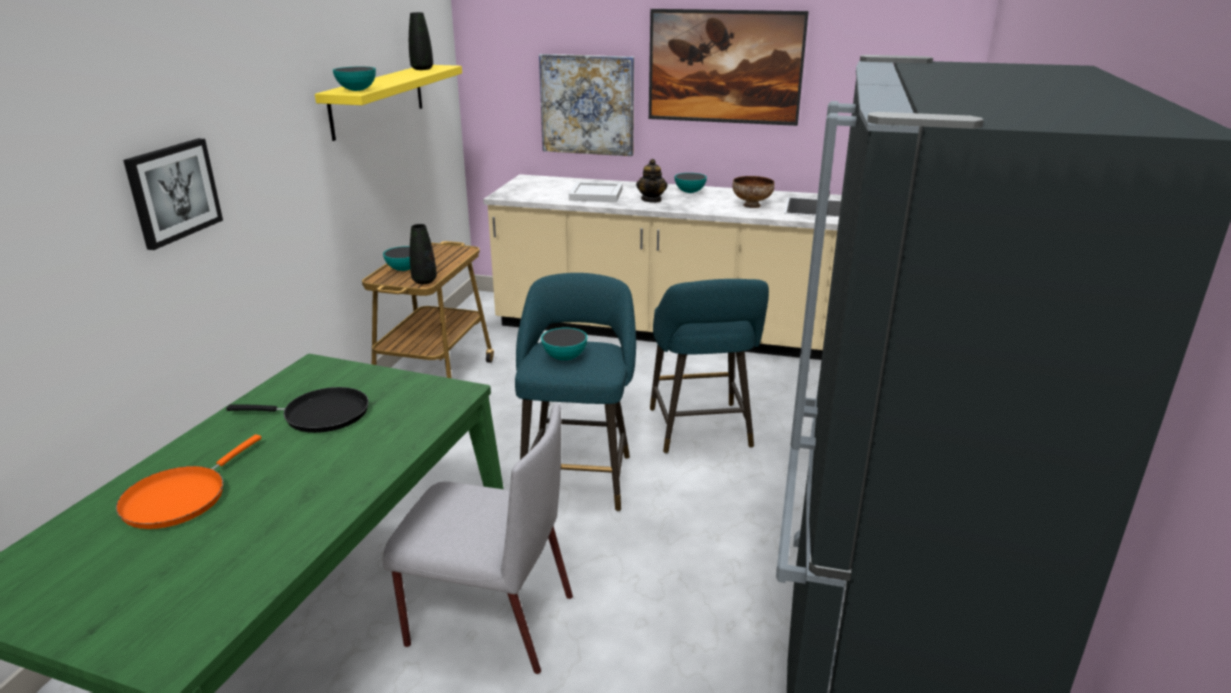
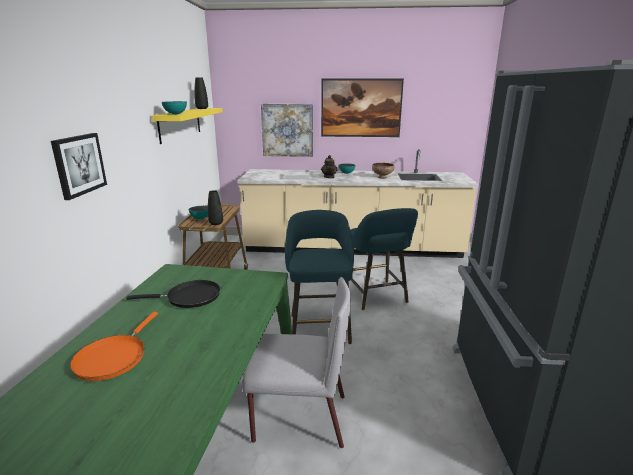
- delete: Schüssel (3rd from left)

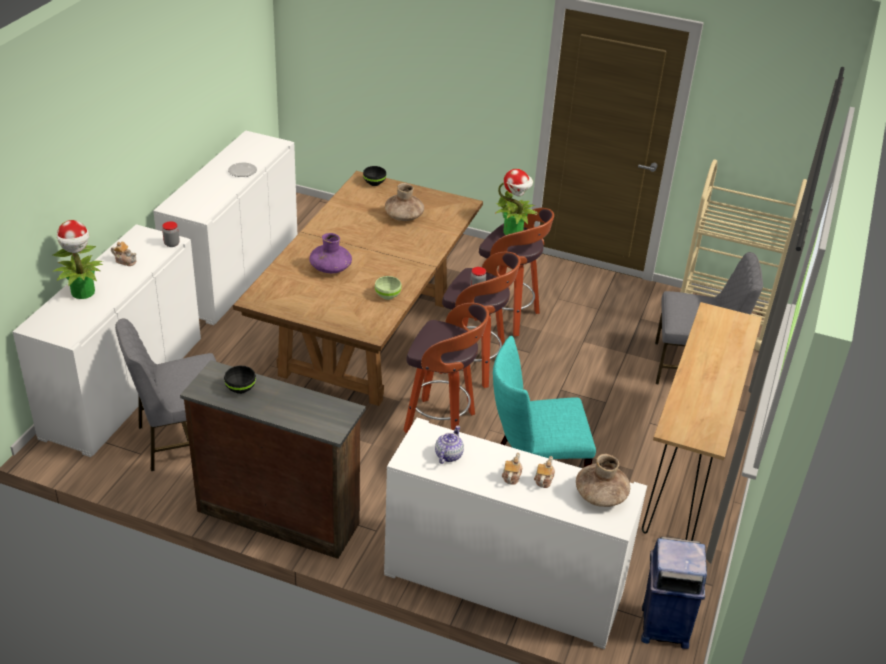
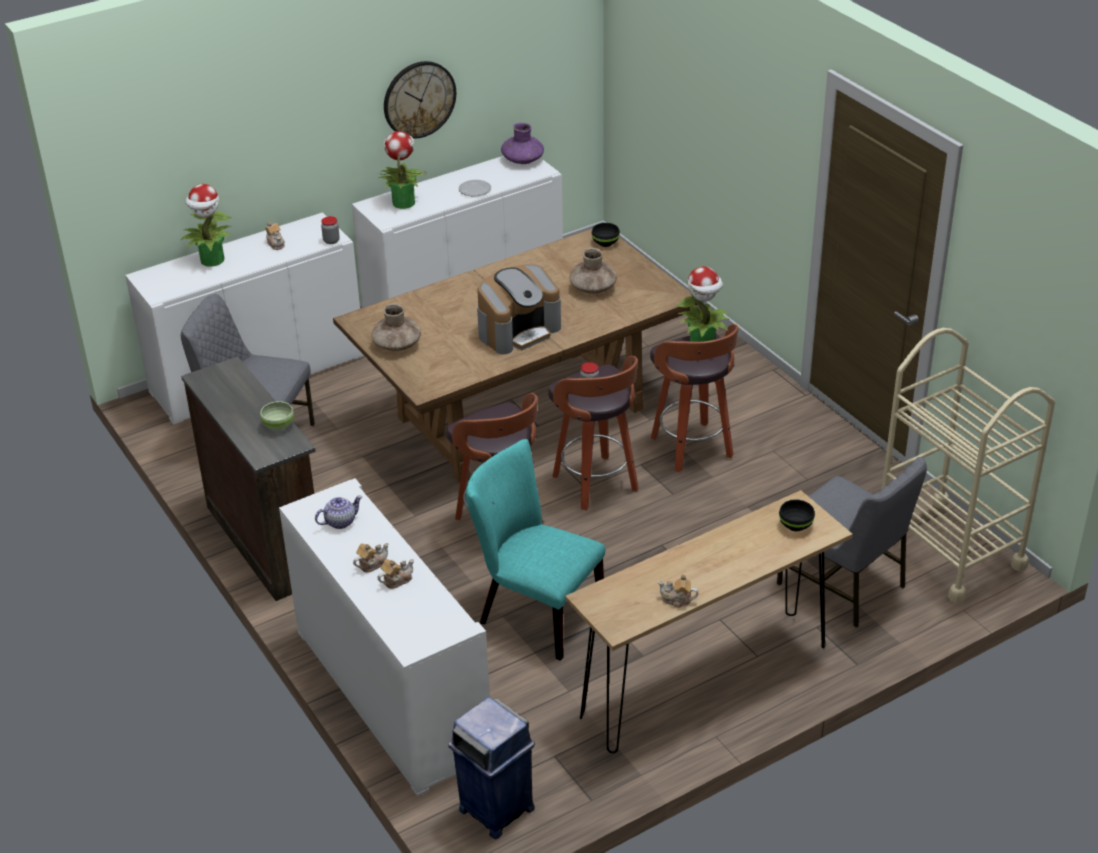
- move: Vase [lila]
- move: Schüssel [grün]
- move: Schüssel [schwarz] (1st from left in the first image) to Schüssel [schwarz] (2nd from left)
- move: Vase [braun] (2nd from left in the first image) to Vase [braun] (1st from left)
- insert: Wanduhr
- insert: Topfpflanze (2nd from left)
- insert: Kaffeemaschine
- insert: Teekanne (5th from left)

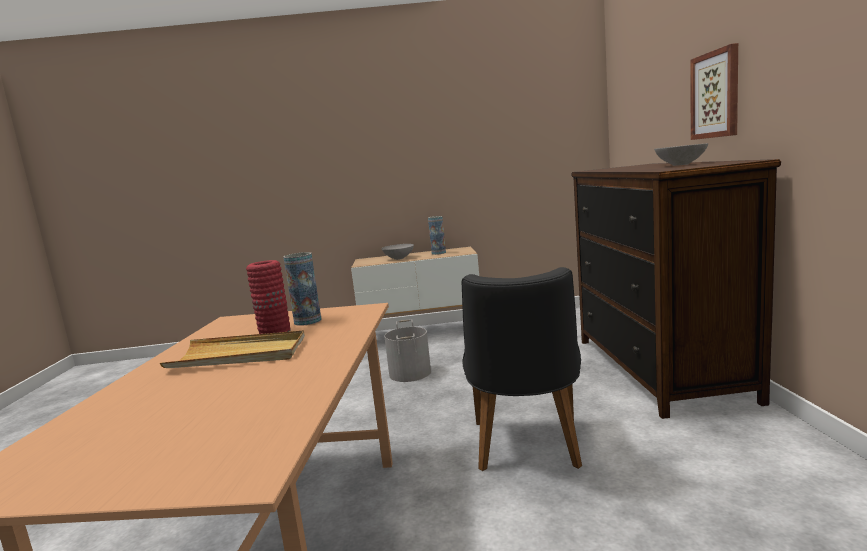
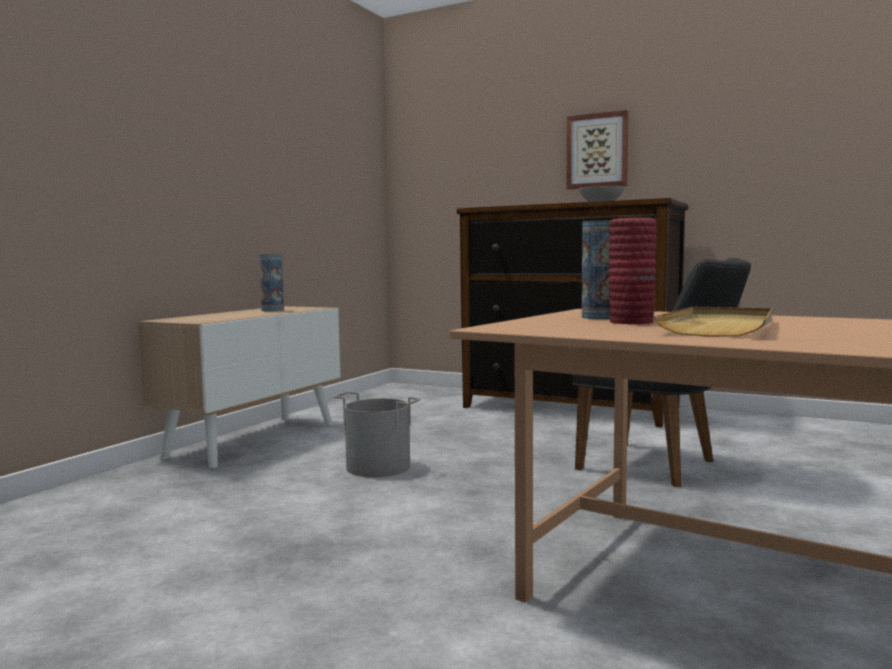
- delete: Schüssel [grau] (1st from left)

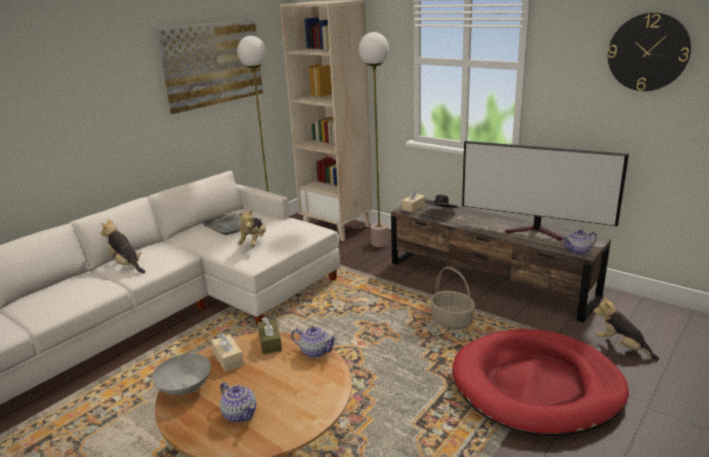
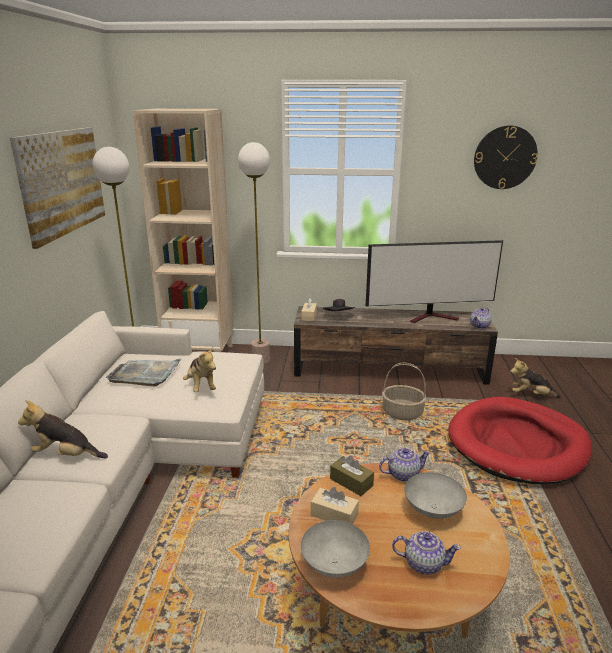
- insert: Schüssel [grau] (2nd from left)

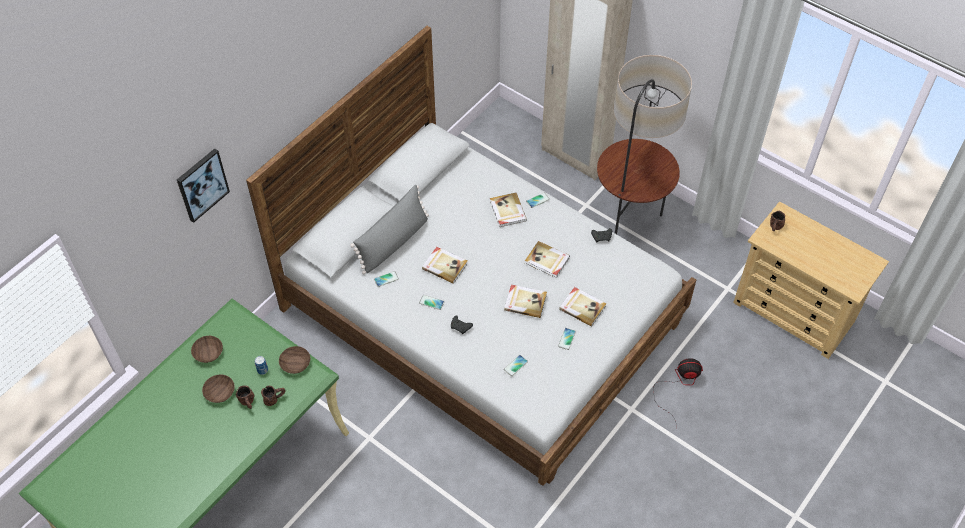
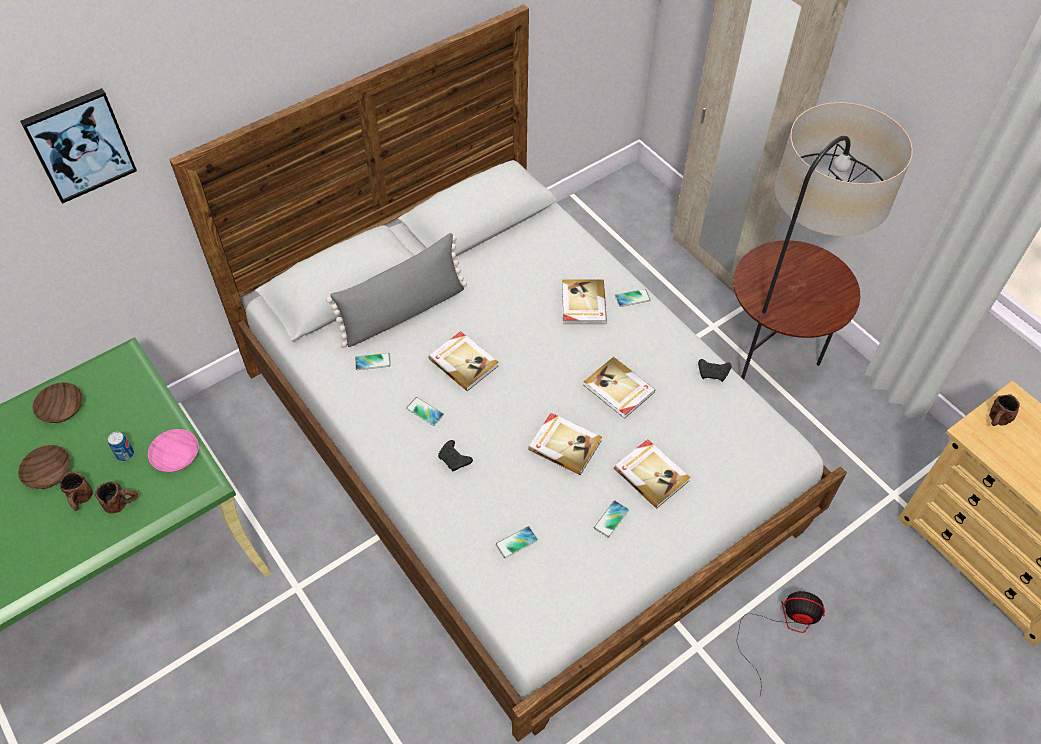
- recolor: Schüssel [braun] (3rd from left) to Schüssel [rosa]

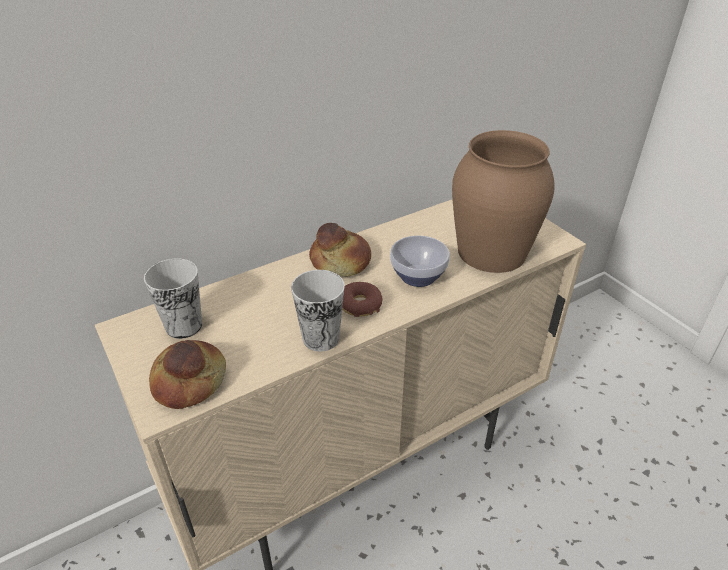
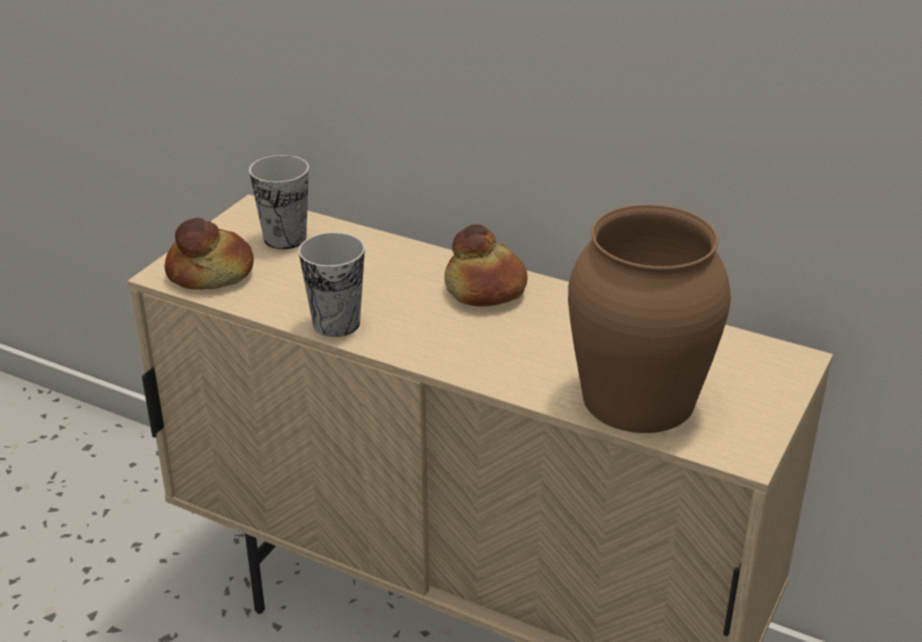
- delete: Schüssel
- delete: Donut

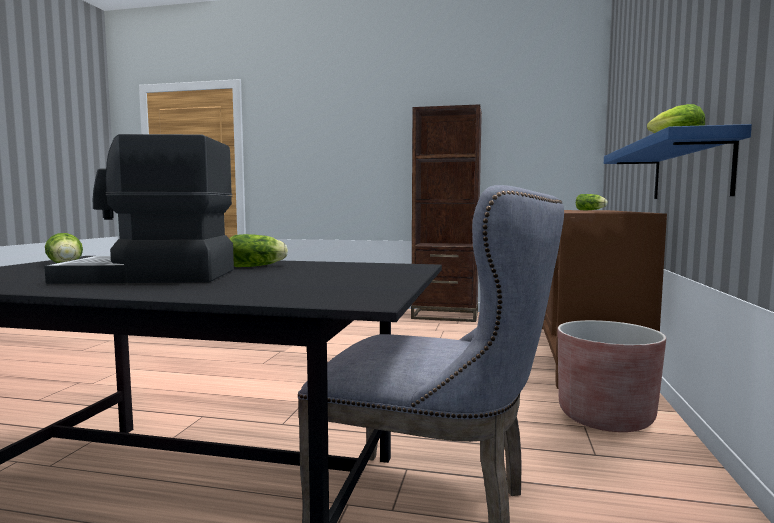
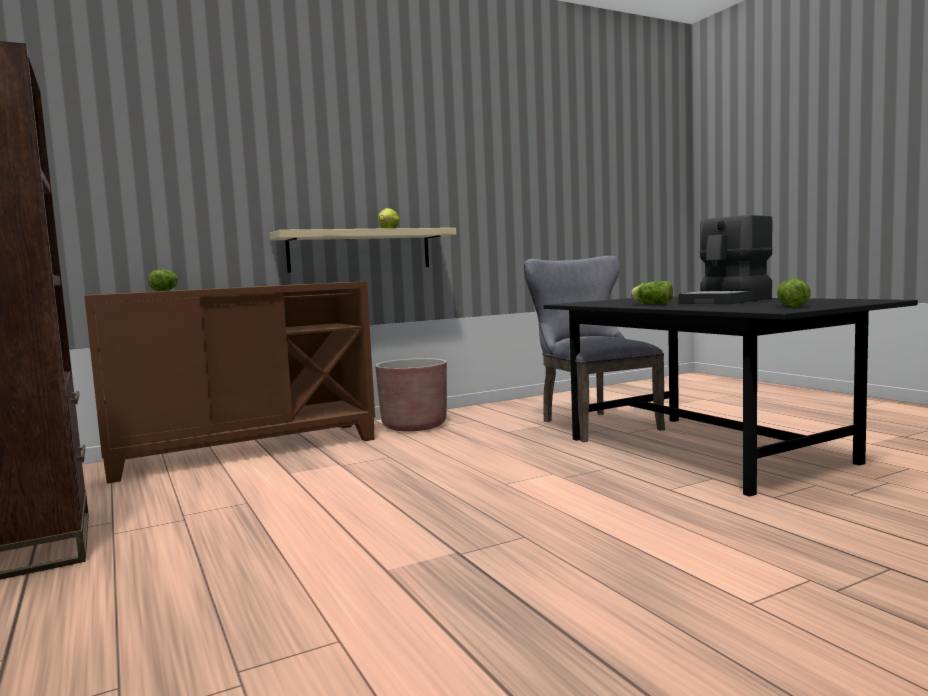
- recolor: Wandregal [blau] to Wandregal [beige]
- rotate: Kaffeemaschine 90 degrees clockwise

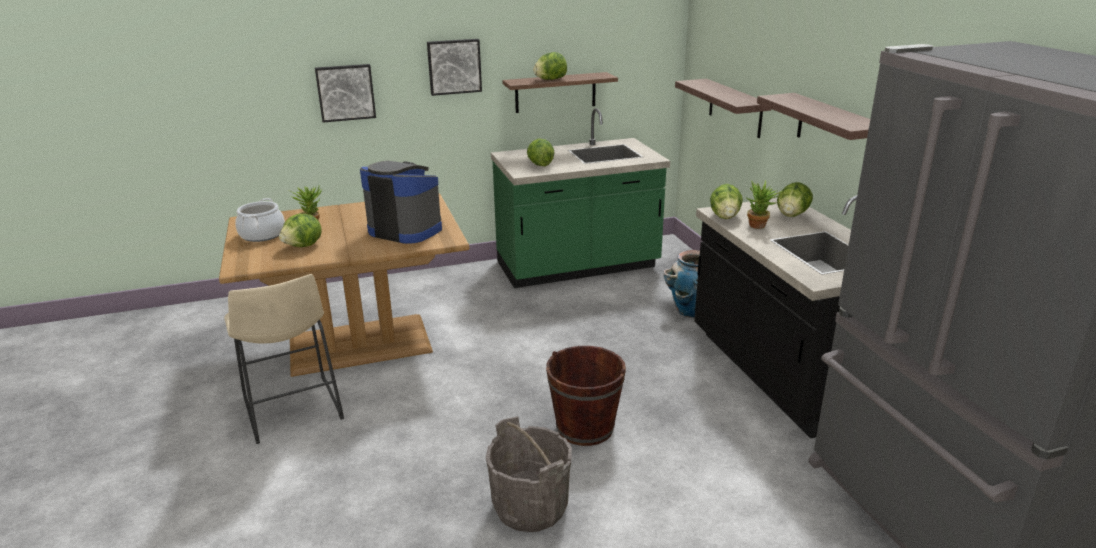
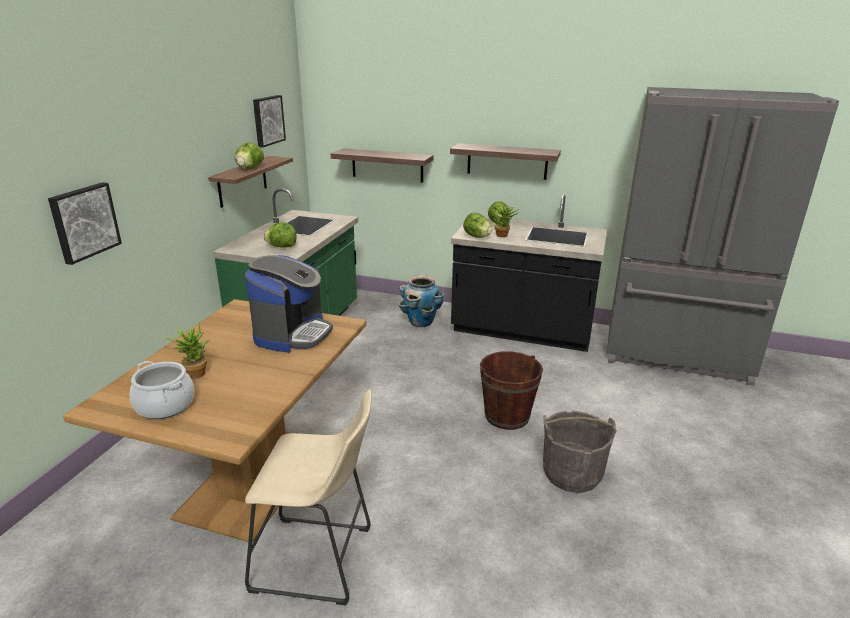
- move: Bild (2nd from left)
- rotate: Kaffeemaschine 135 degrees clockwise
- delete: Salatkopf (1st from left)

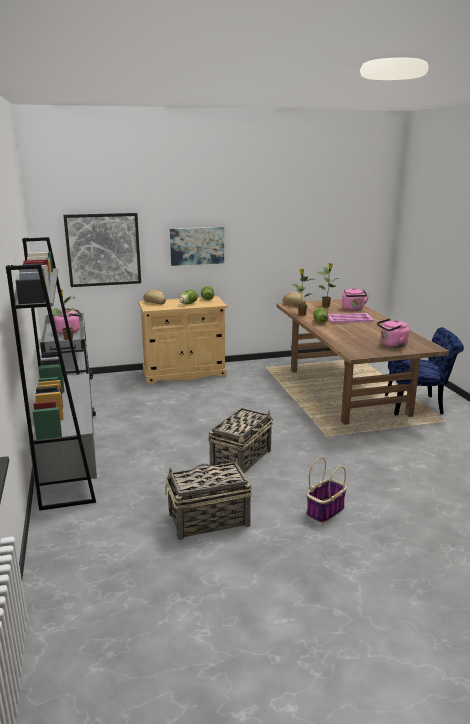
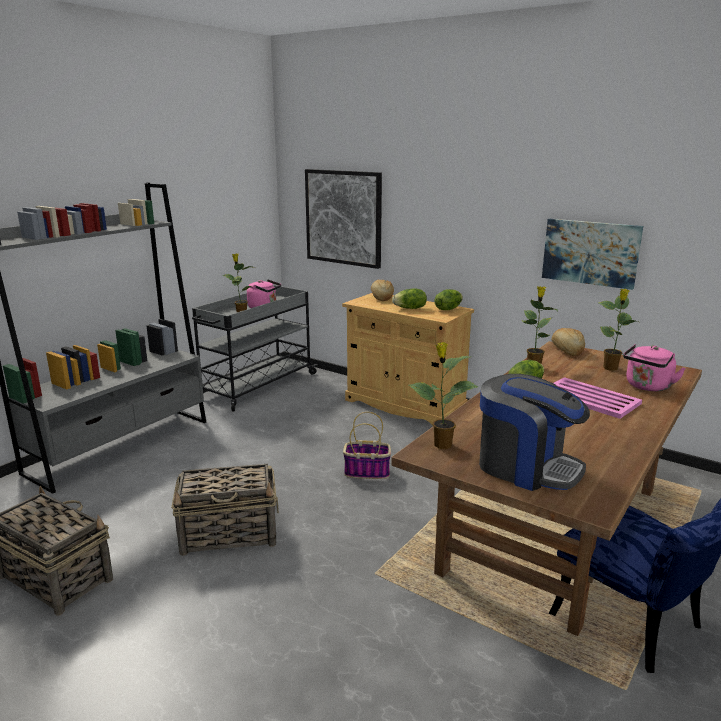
- move: Bild (2nd from left)
- replace: Wasserkessel [rosa] (3rd from left) to Kaffeemaschine
- move: Korb (3rd from left)
- insert: Topfpflanze (2nd from left)

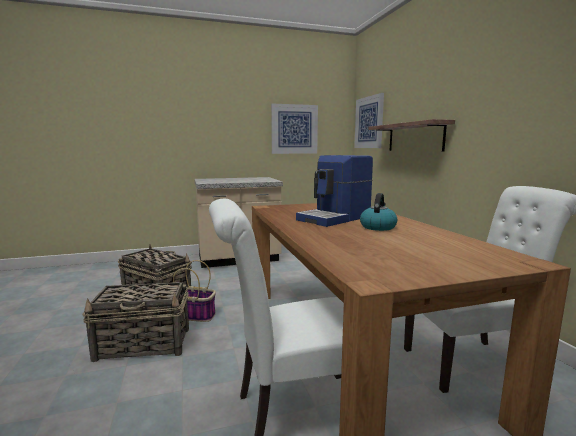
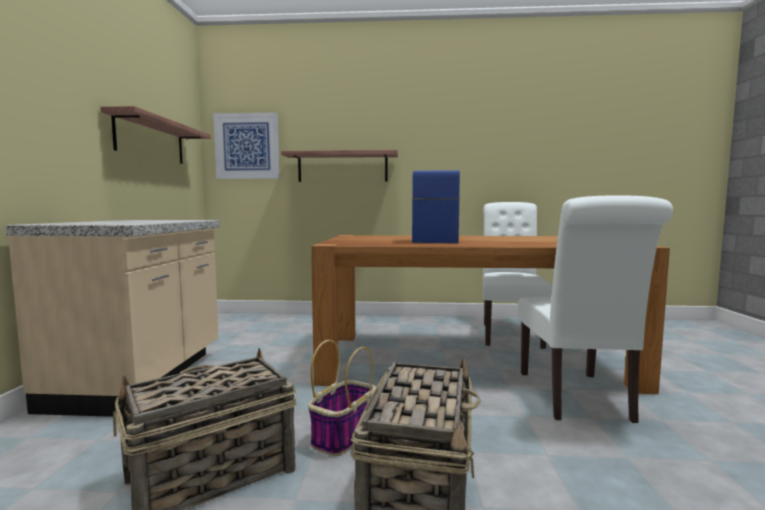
- replace: Bild (1st from left) to Wandregal (1st from left)
- rotate: Kaffeemaschine 150 degrees counterclockwise
- delete: Wasserkessel

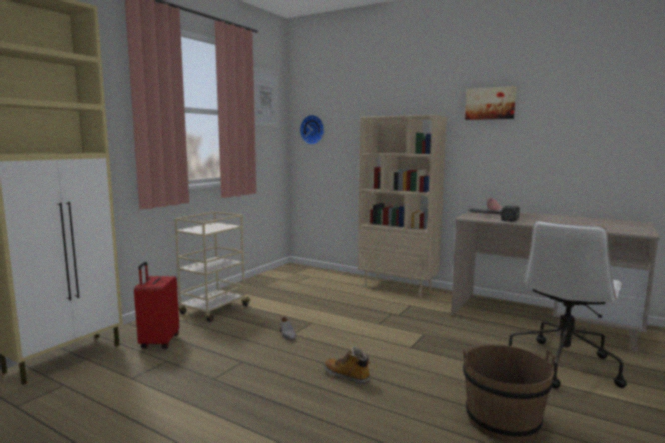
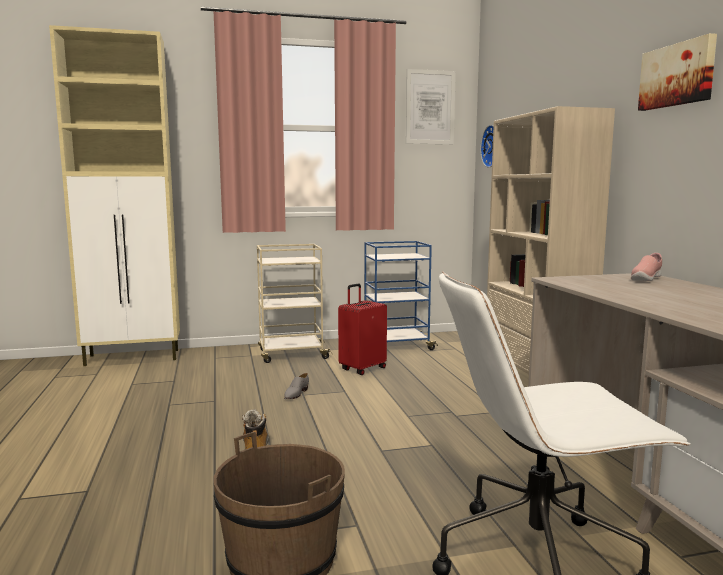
- delete: Hammer
- move: Koffer [rot]
- insert: Rollwagen [blau]

